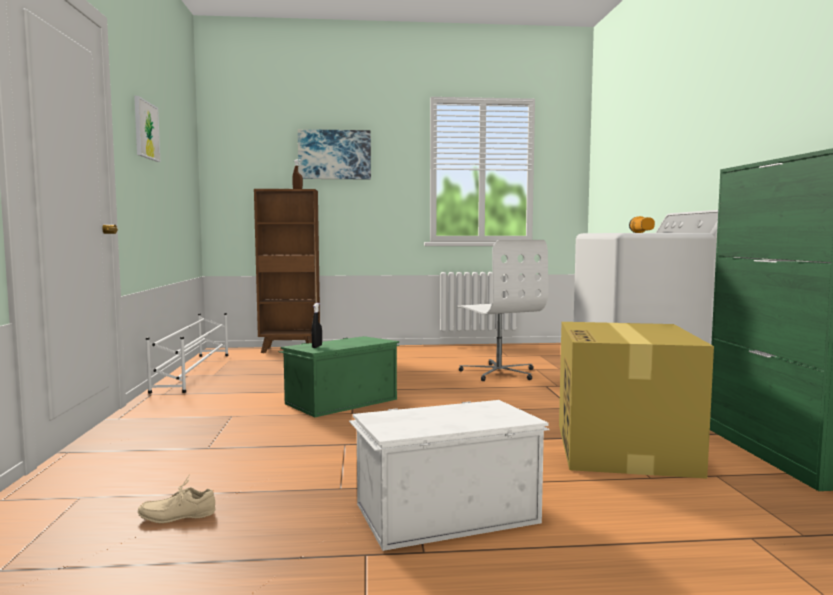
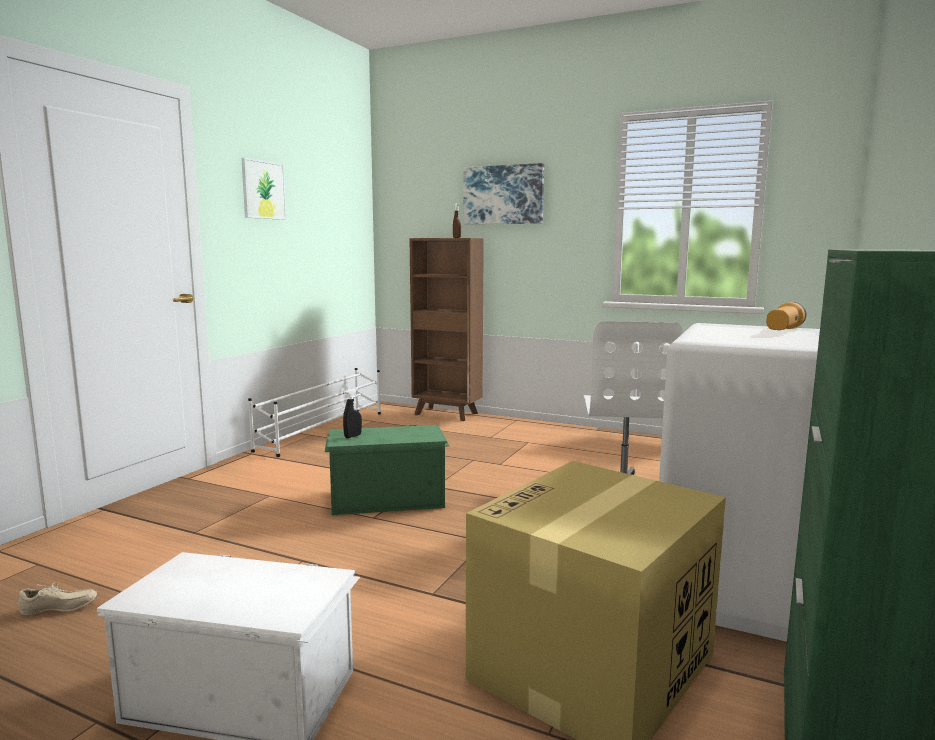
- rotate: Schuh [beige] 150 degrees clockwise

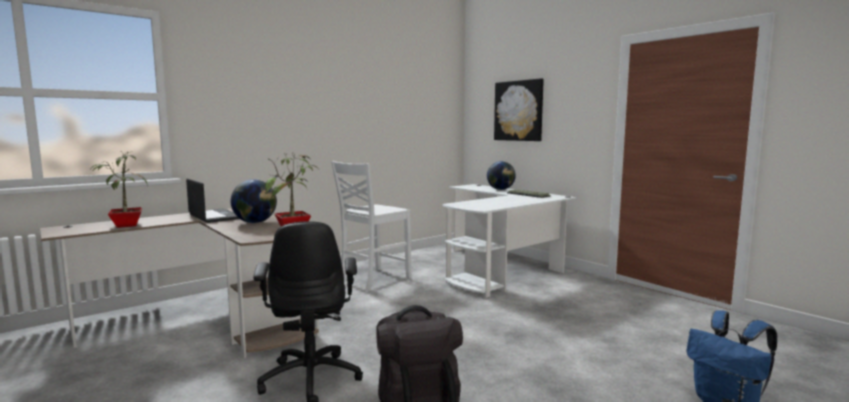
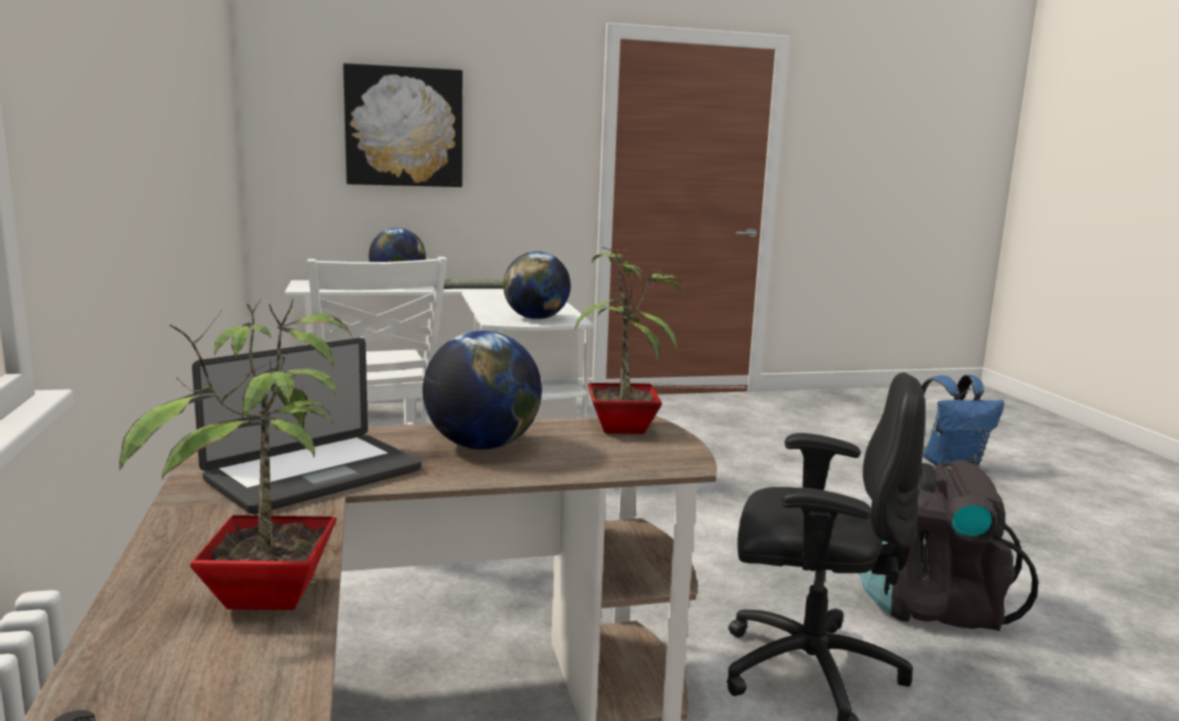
- rotate: Laptop 150 degrees clockwise
- insert: Globus (3rd from left)

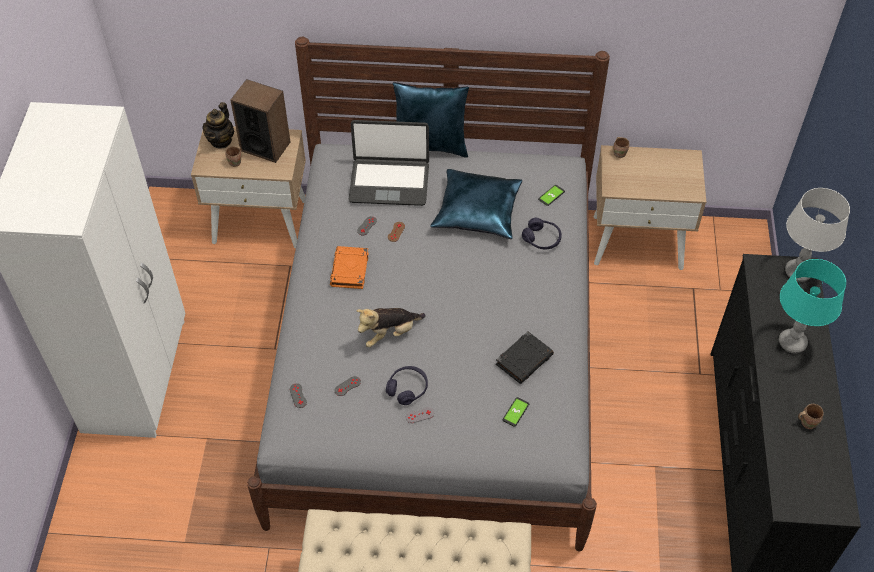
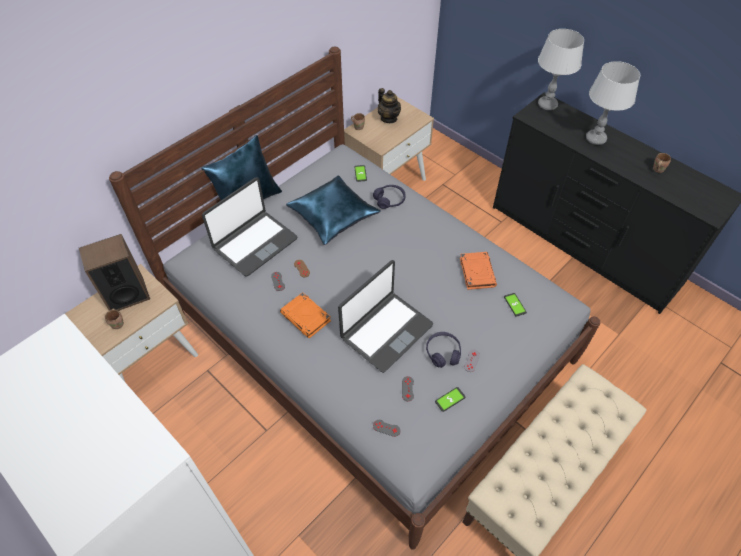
- move: Teekanne
- recolor: Tischlampe [türkis] to Tischlampe [grau] (2nd from left)
- replace: Plüschtier to Laptop (2nd from left)
- recolor: Buch [schwarz] to Buch [orange] (2nd from left)
- insert: Handy (2nd from left)

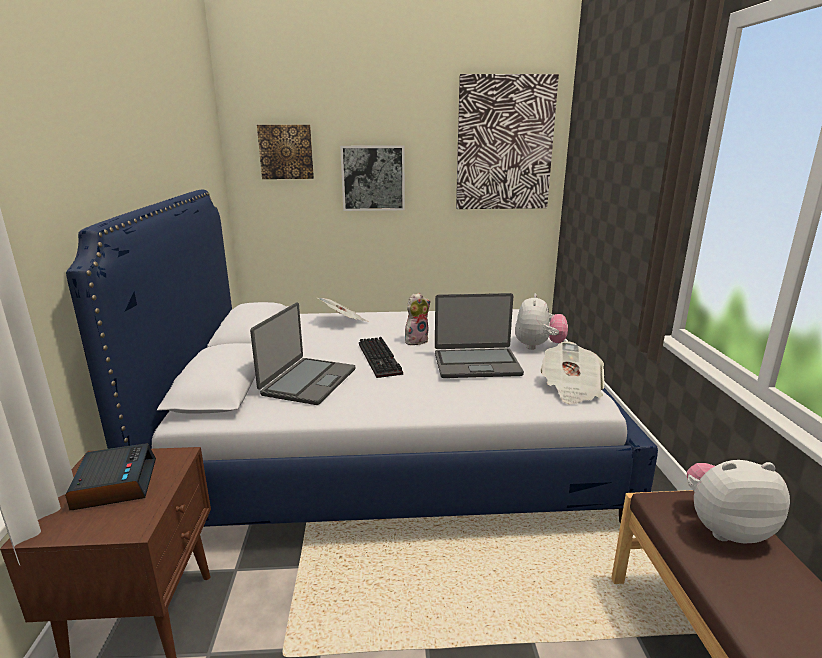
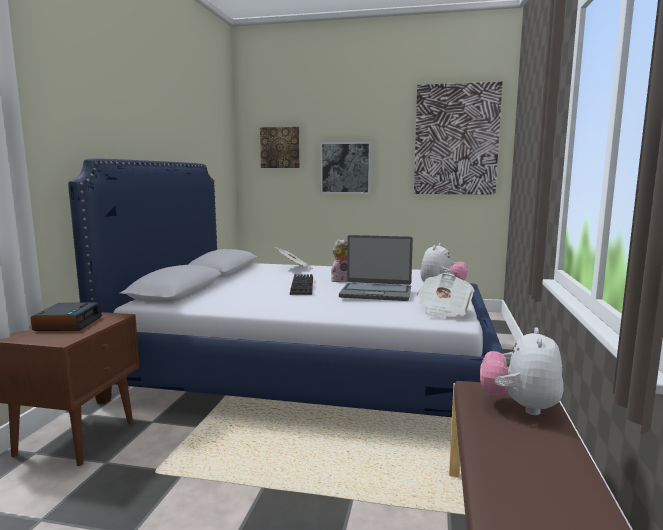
- delete: Laptop (1st from left)
- rotate: Plüschtier (3rd from left) 90 degrees counterclockwise

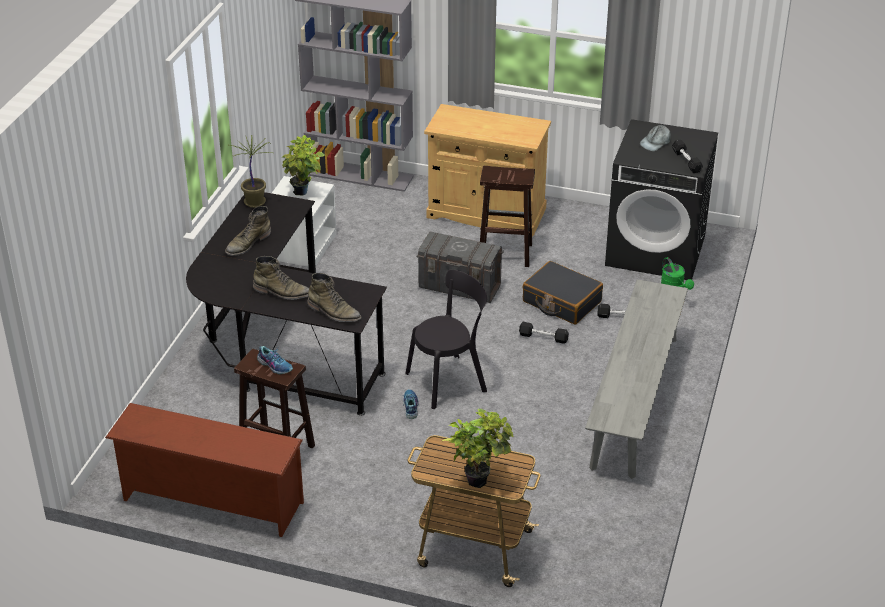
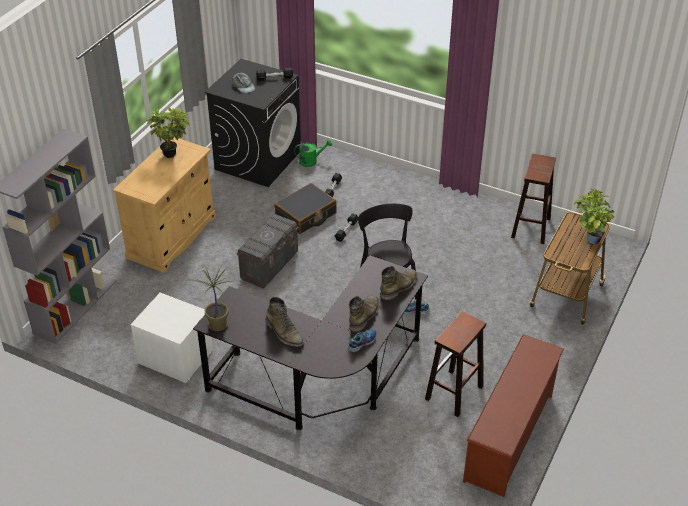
- move: Topfpflanze (2nd from left in the first image) to Topfpflanze (1st from left)
- move: Hocker [braun] (2nd from left)
- delete: Bank [grau]
- move: Schuh (1st from left)

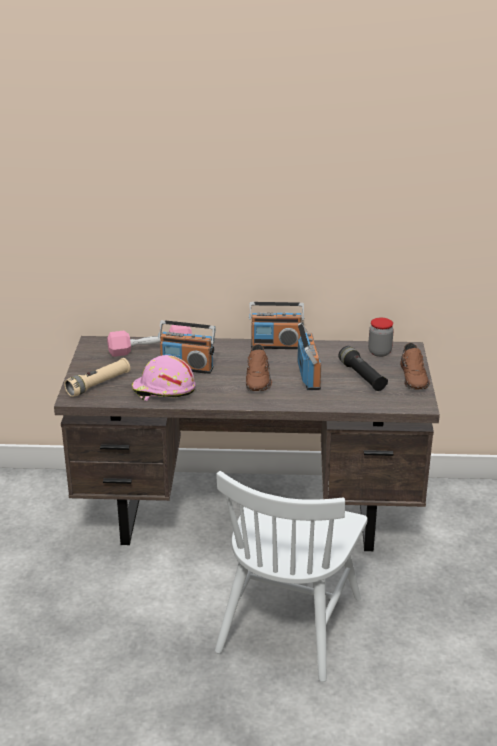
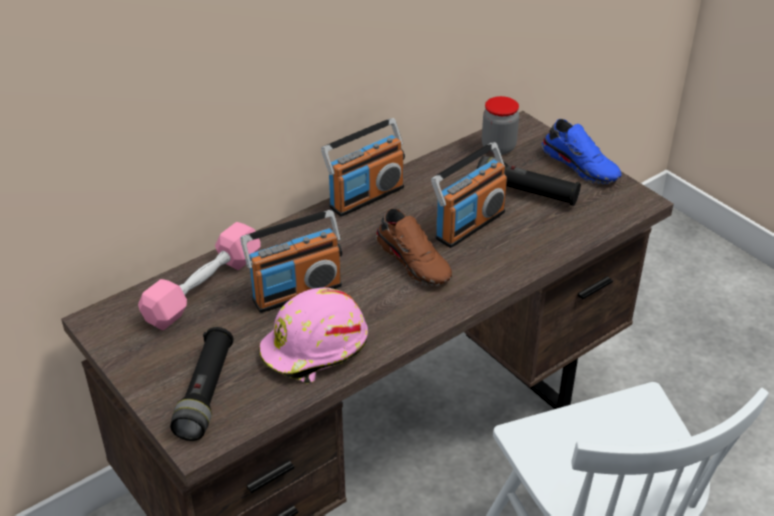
- rotate: Radio (3rd from left) 90 degrees clockwise
- recolor: Schuh [braun] (2nd from left) to Schuh [blau]
- recolor: Taschenlampe [beige] to Taschenlampe [schwarz] (1st from left)

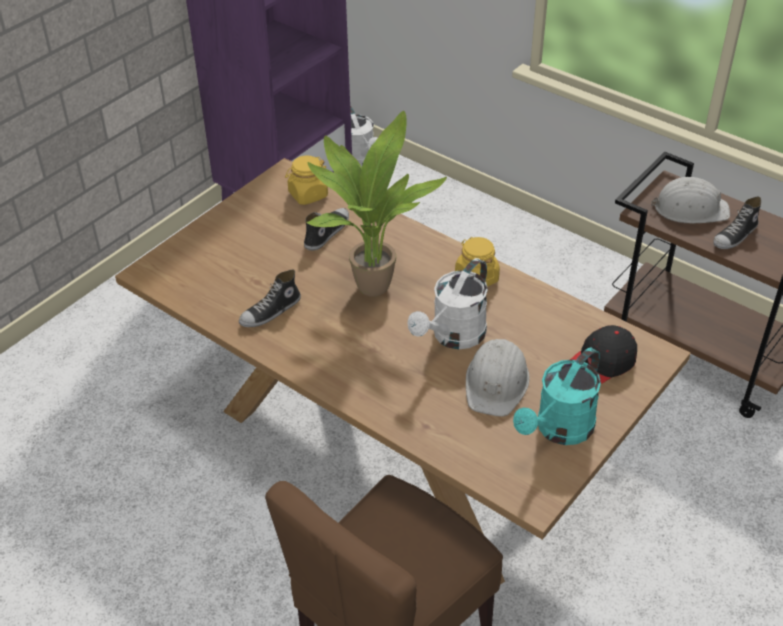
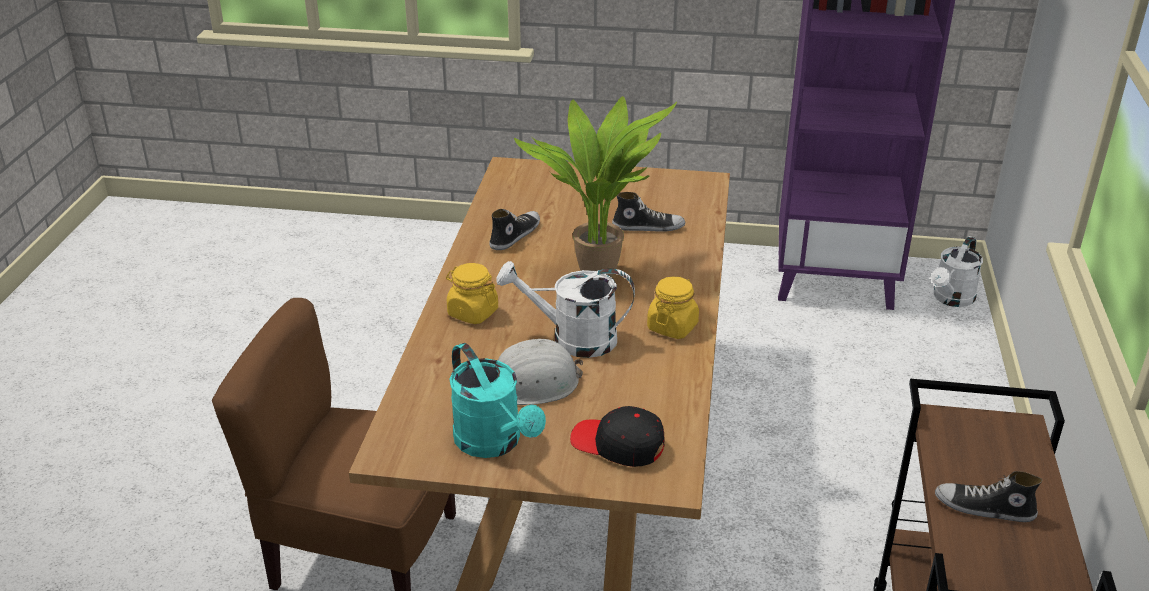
- move: Vorratsglas [gelb] (1st from left)
- delete: Schutzhelm [weiß] (2nd from left)
- rotate: Schuh (1st from left) 105 degrees clockwise
- rotate: Gießkanne [türkis] 135 degrees counterclockwise

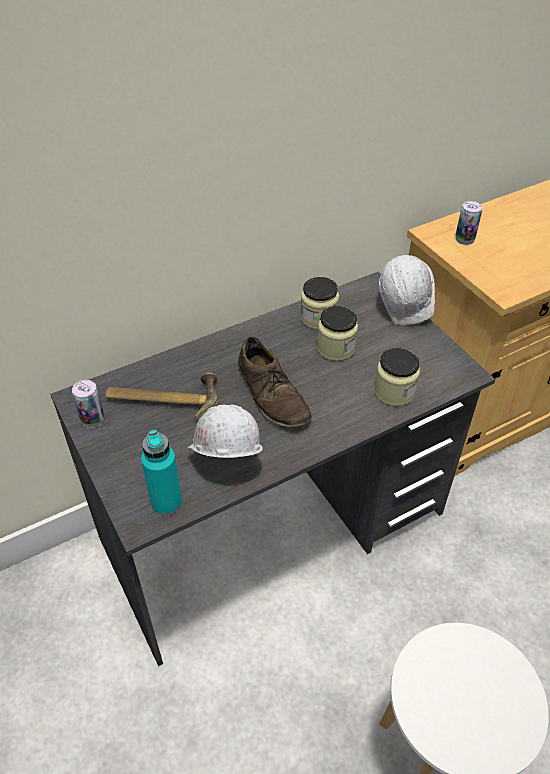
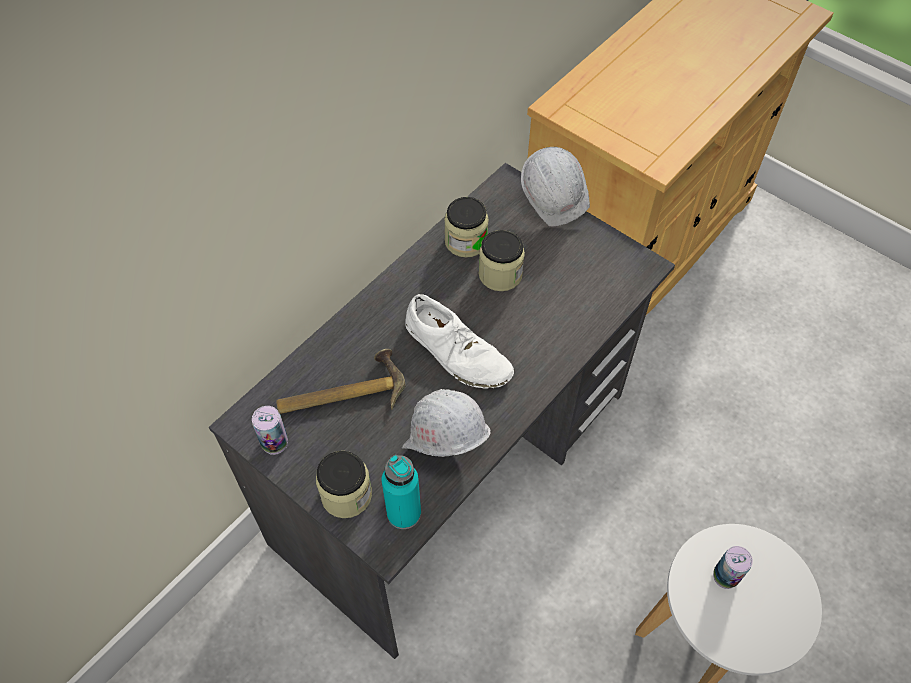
- move: Dose (2nd from left)
- recolor: Schuh [braun] to Schuh [weiß]
- move: Vorratsglas (3rd from left in the first image) to Vorratsglas (1st from left)

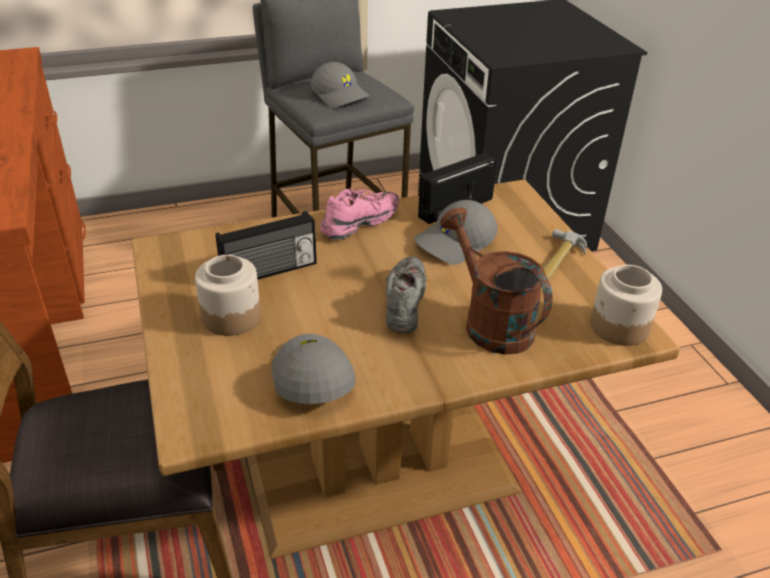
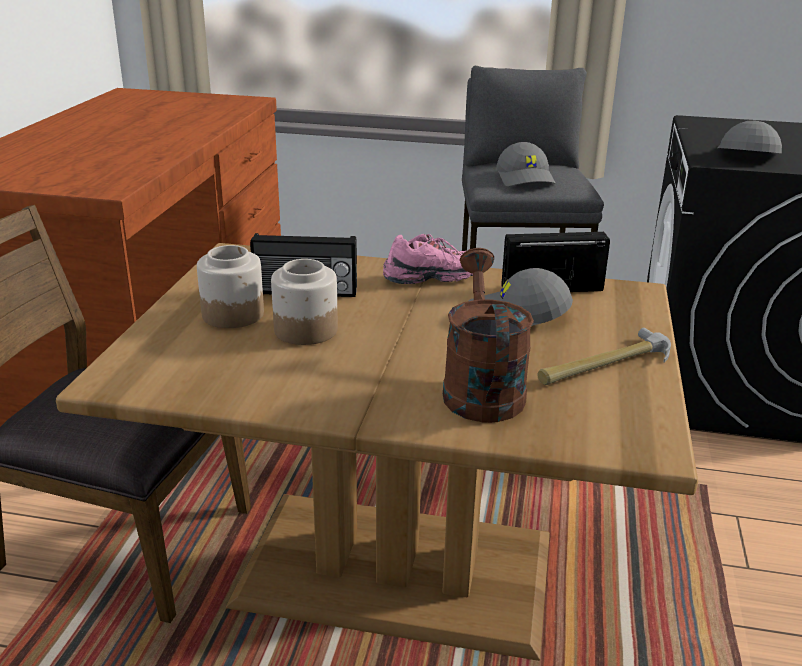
- delete: Schuh [grau]
- move: Vorratsglas (2nd from left)
- move: Kappe [grau] (1st from left in the first image) to Kappe [grau] (3rd from left)

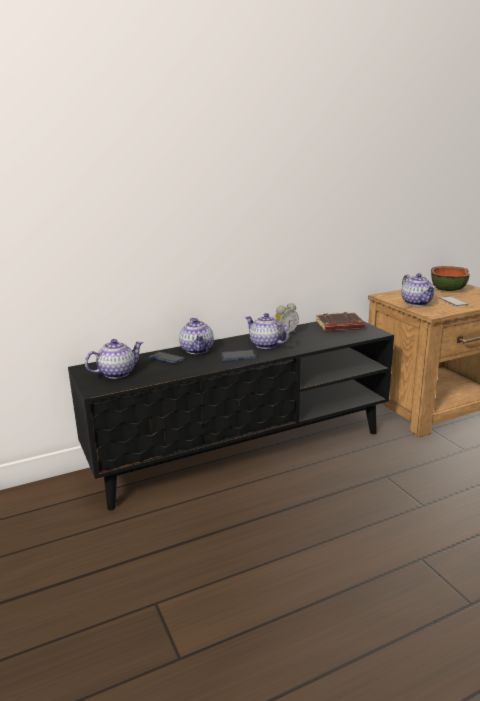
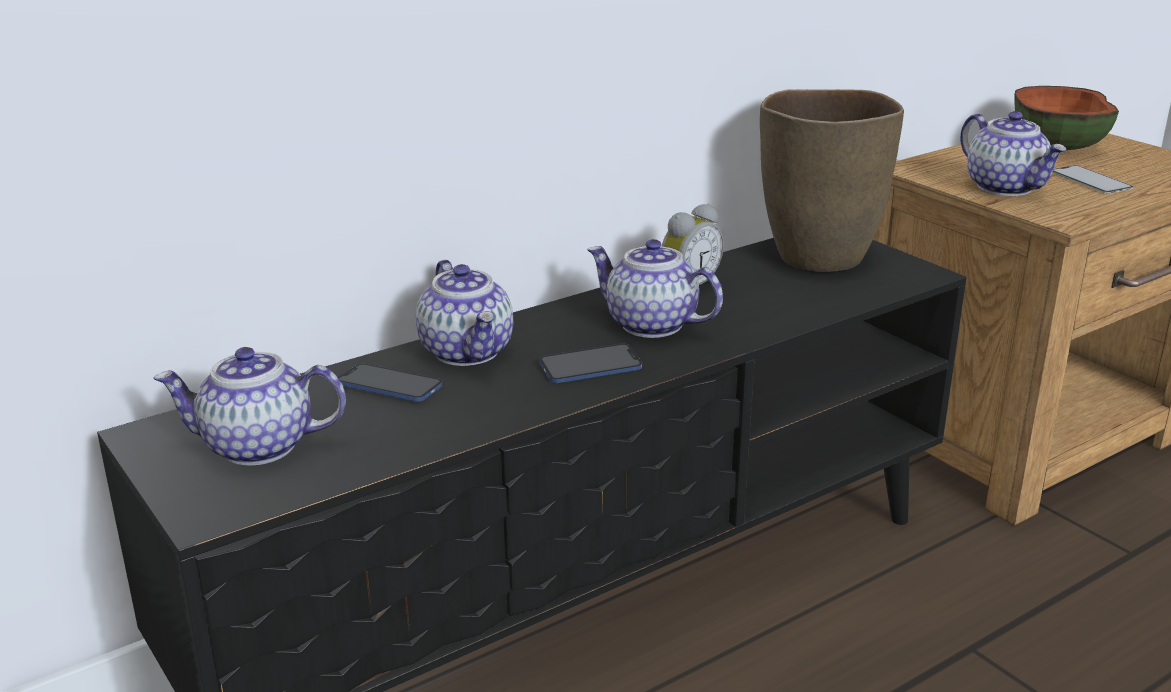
- replace: Buch [braun] to Vase [braun]
- rotate: Teekanne (1st from left) 135 degrees counterclockwise

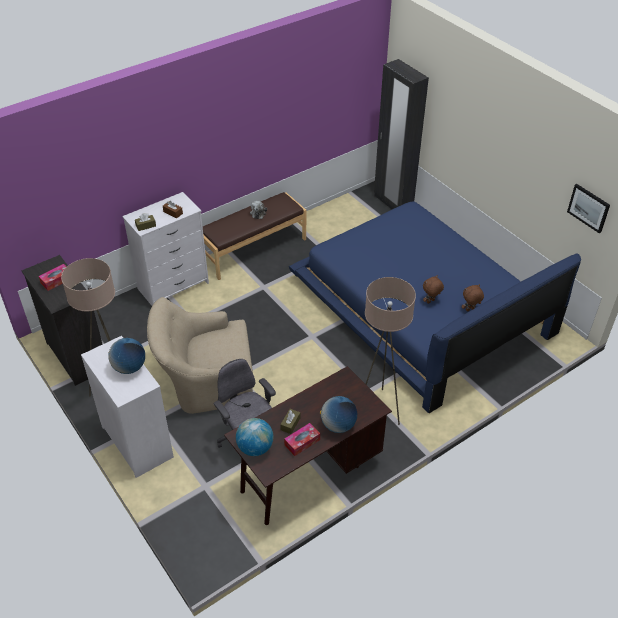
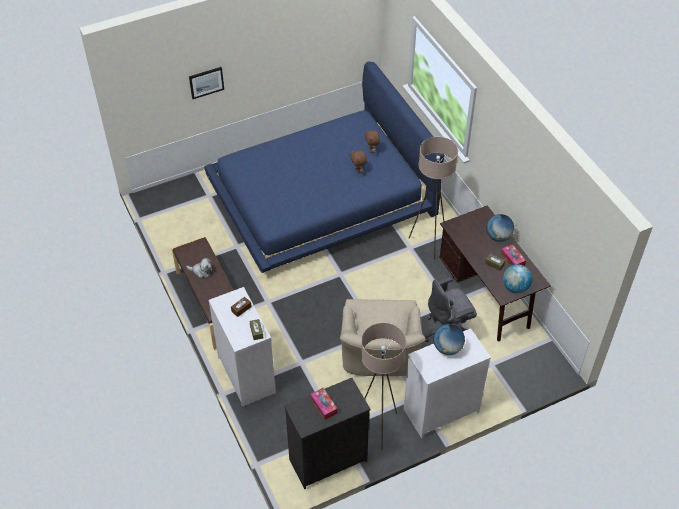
- delete: Kleiderschrank [schwarz]
- move: Bild

